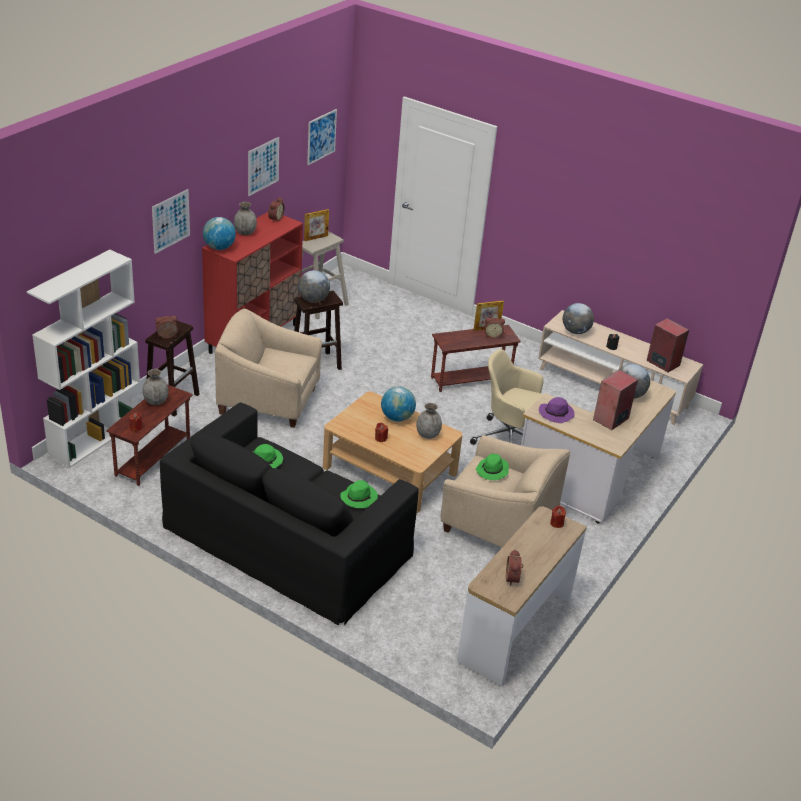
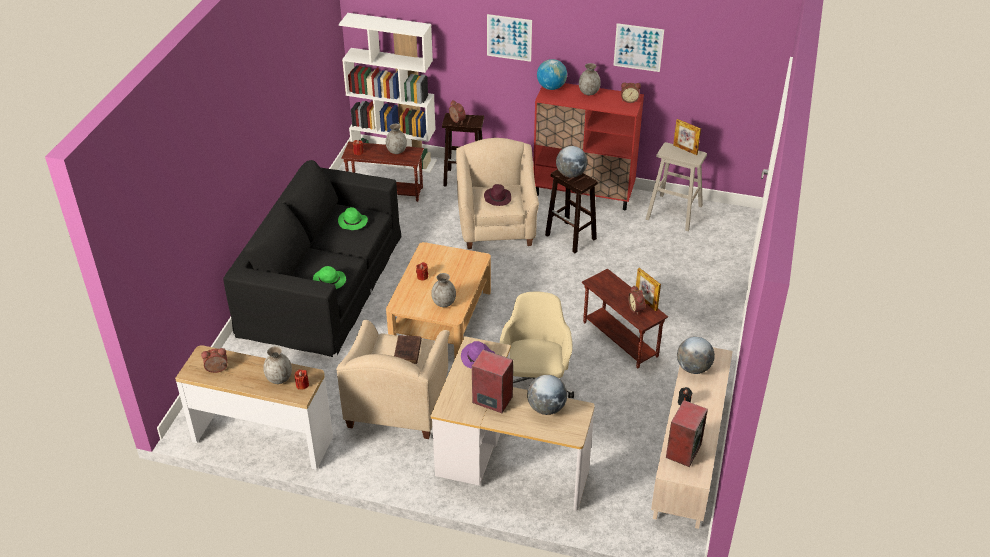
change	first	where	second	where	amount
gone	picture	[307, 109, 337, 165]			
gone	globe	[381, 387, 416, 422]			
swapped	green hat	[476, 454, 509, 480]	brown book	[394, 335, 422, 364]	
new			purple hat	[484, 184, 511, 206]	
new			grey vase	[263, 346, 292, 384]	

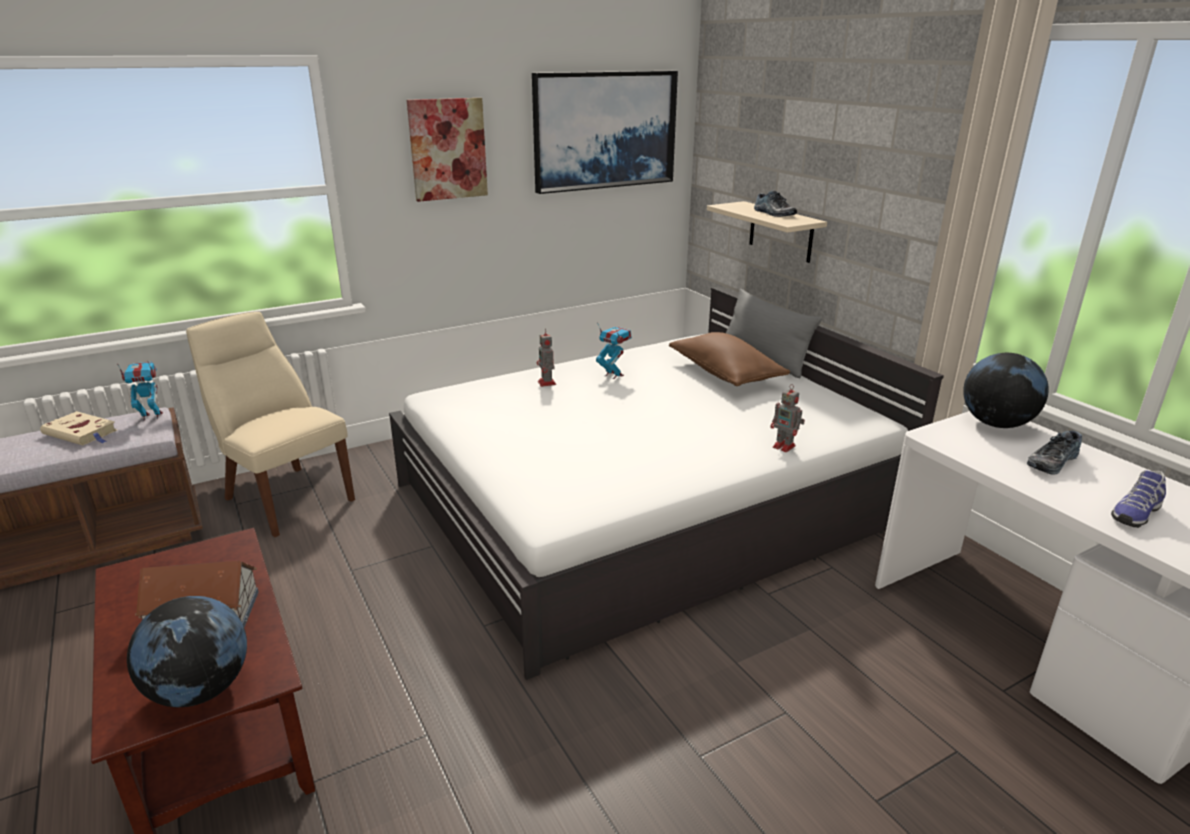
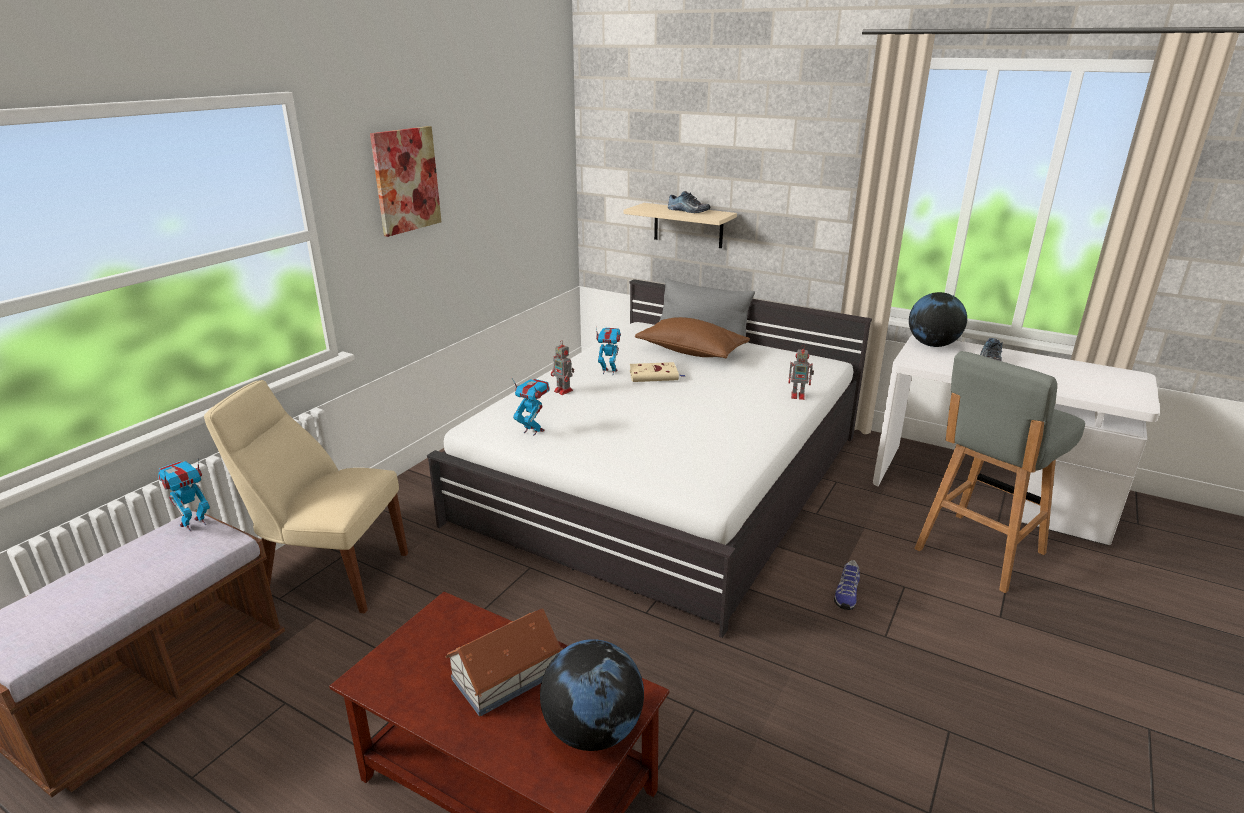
change	first	where	second	where	amount
gone	picture	[532, 71, 678, 194]			
shifted	beige book	[40, 411, 117, 446]		[630, 362, 686, 382]	
shifted	shoe	[1111, 470, 1166, 528]		[834, 560, 860, 610]	
new			grey stool	[914, 351, 1085, 593]	
new			toy robot	[513, 379, 550, 436]	

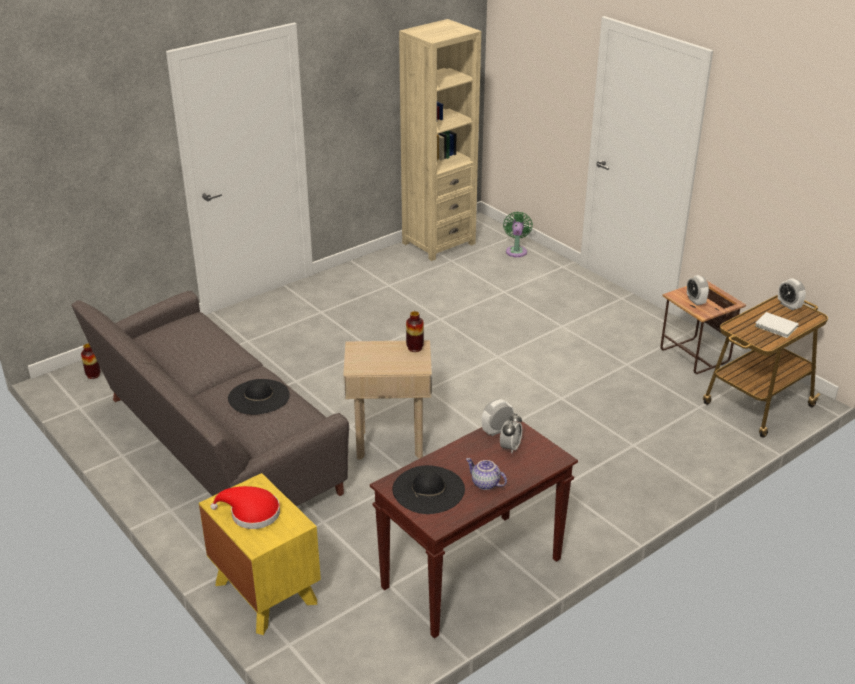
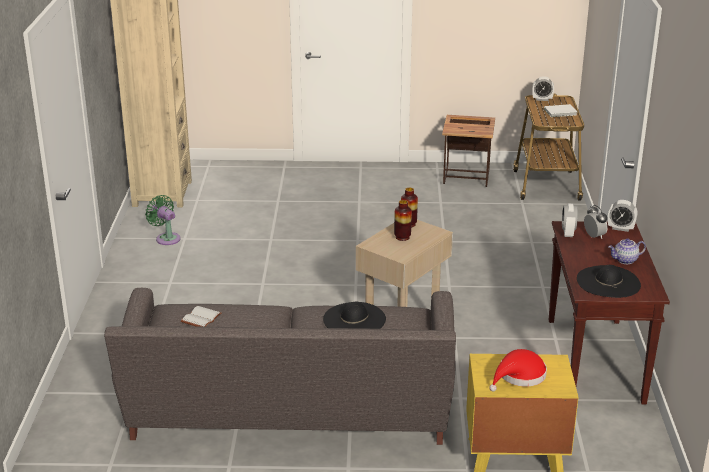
change	first	where	second	where	amount
shifted	green fan	[503, 212, 533, 257]		[145, 195, 181, 245]	
shifted	alarm clock	[687, 275, 709, 306]		[608, 200, 637, 232]	
shifted	vase	[81, 344, 101, 379]		[394, 200, 412, 241]	
new			white book	[181, 306, 222, 327]	

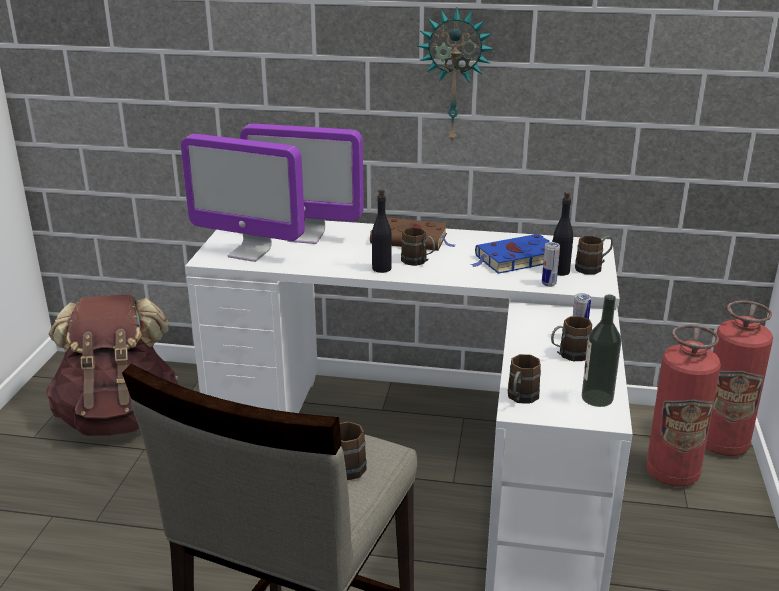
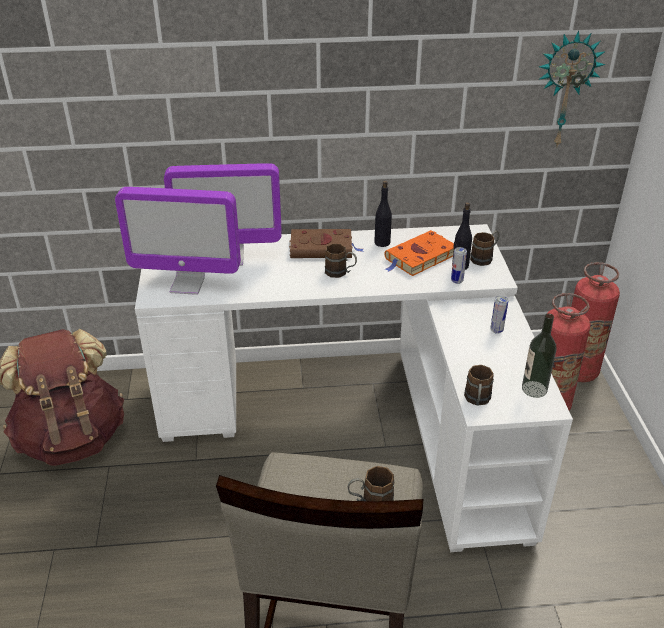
change	first	where	second	where	amount
shifted	wall clock	[418, 8, 494, 145]		[539, 31, 606, 148]	
shifted	black bottle	[372, 189, 392, 273]		[374, 181, 392, 247]	
repainted	blue book	[470, 234, 549, 274]	orange book	[385, 230, 454, 276]	
gone	brown mug	[551, 316, 592, 361]			

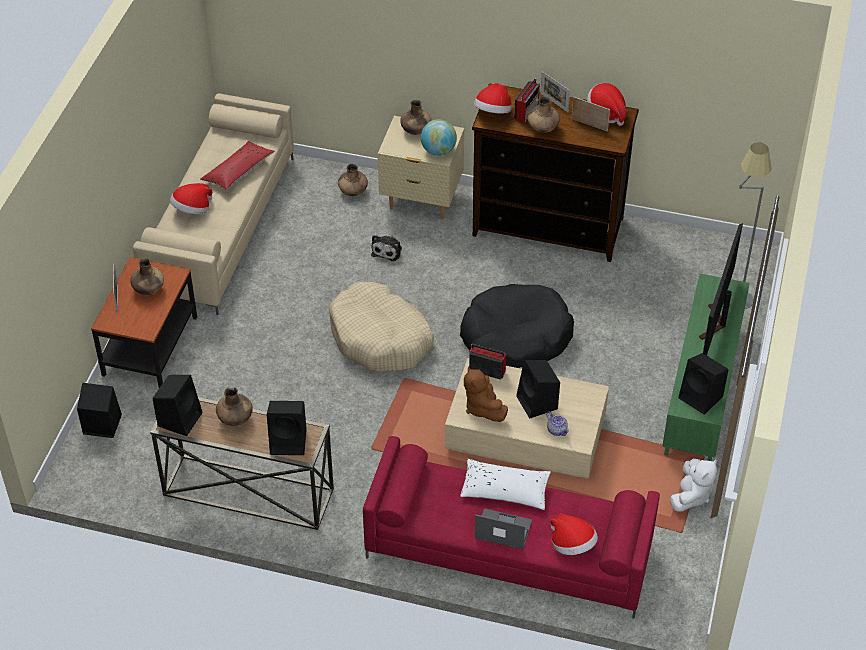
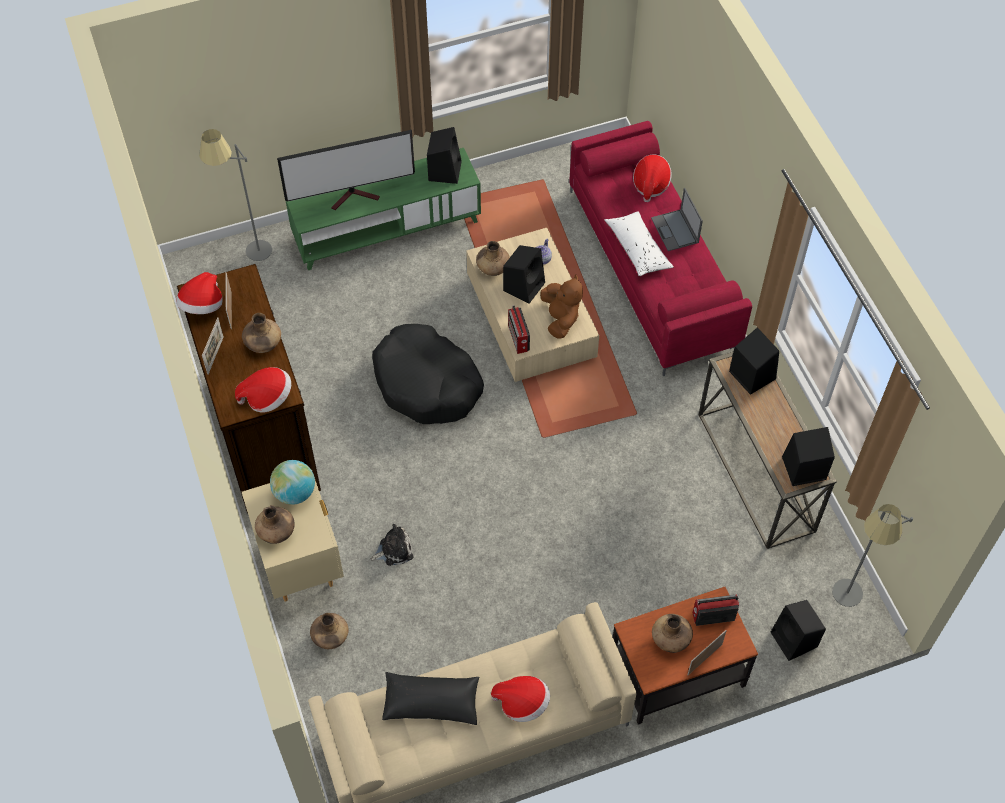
change	first	where	second	where	amount
shifted	radio	[514, 79, 540, 123]		[693, 594, 739, 626]	
repainted	red pillow	[201, 141, 275, 190]	black pillow	[382, 672, 479, 725]	
gone	beige dog bed	[329, 282, 434, 372]			
rotated	brown plush toy	[464, 366, 508, 422]		[540, 275, 583, 339]	45 degrees counterclockwise
shifted	brown vase	[216, 387, 253, 426]		[476, 241, 510, 276]	
gone	white plush toy	[670, 459, 717, 512]			
new			grey floor lamp	[832, 504, 913, 607]	

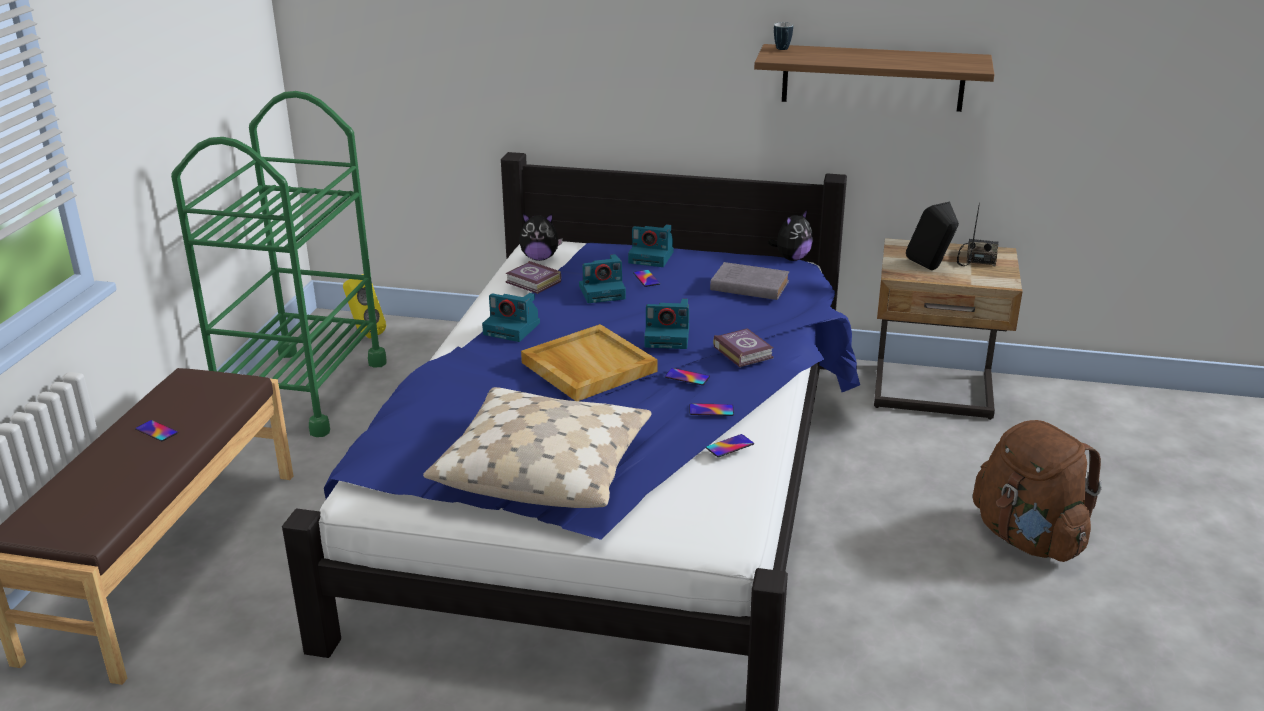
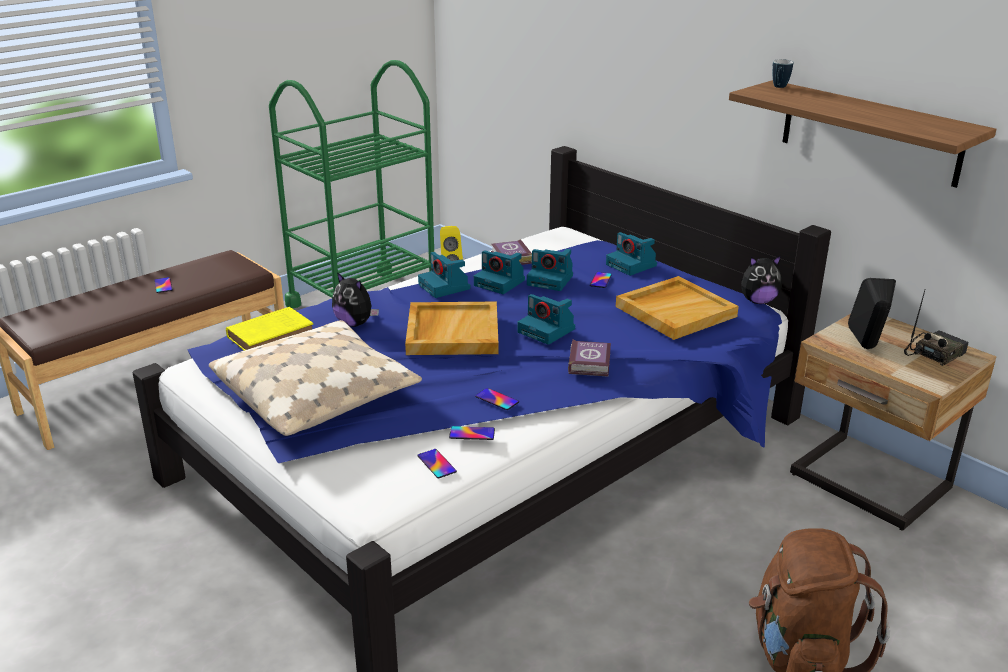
change	first	where	second	where	amount
shifted	plush toy	[519, 214, 563, 261]		[332, 272, 379, 327]	
swapped	grey book	[710, 262, 789, 300]	beige tray	[616, 276, 739, 340]	
shifted	phone	[665, 368, 710, 385]		[417, 449, 457, 478]	
new			photo camera	[474, 250, 525, 294]	
new			yellow book	[226, 307, 314, 350]	

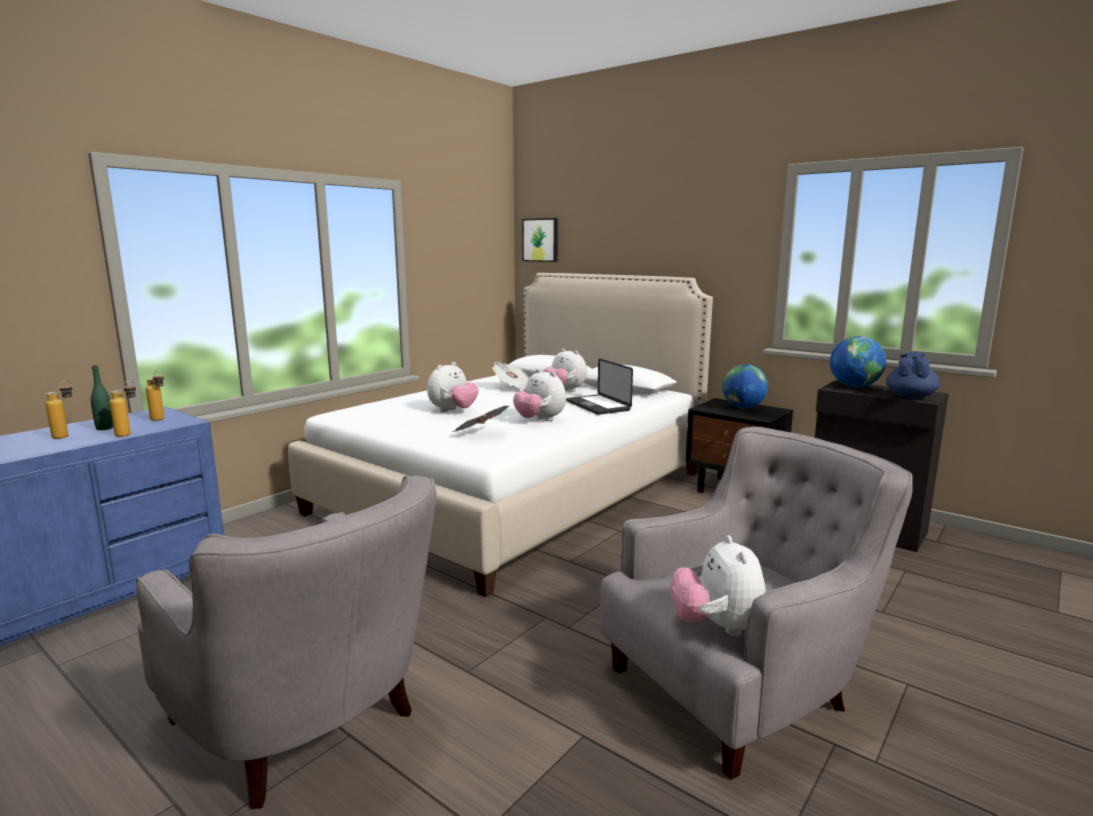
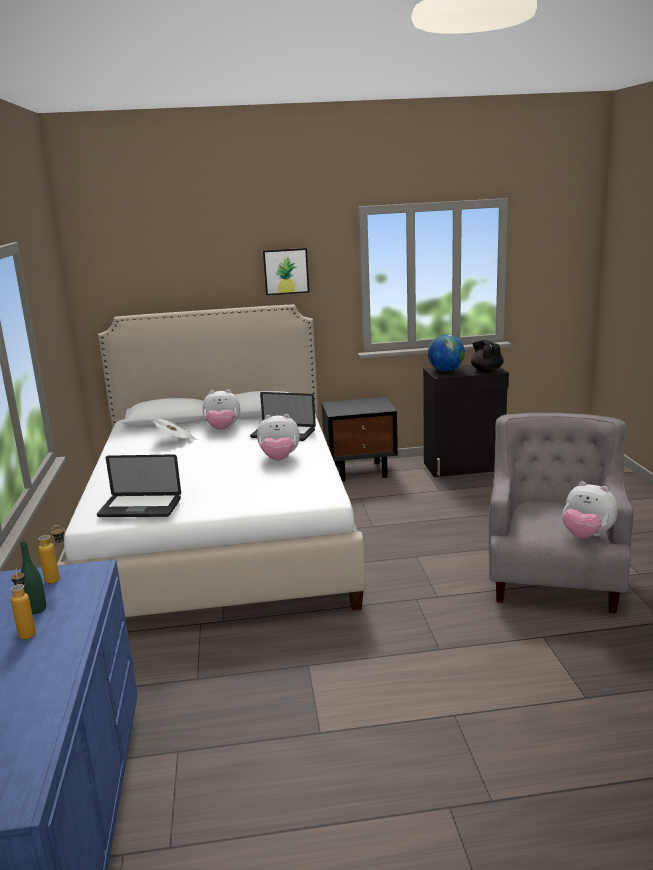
change	first	where	second	where	amount
shifted	picture	[522, 218, 558, 262]		[263, 248, 309, 295]	
repainted	blue teapot	[886, 352, 940, 399]	black teapot	[471, 340, 504, 372]	
gone	plush toy	[427, 362, 479, 412]			
gone	globe	[722, 364, 768, 409]			
gone	bottle	[110, 381, 136, 437]			
gone	newspaper	[453, 405, 509, 432]			
gone	grey armchair	[136, 475, 437, 809]			
new			laptop	[97, 454, 181, 517]	

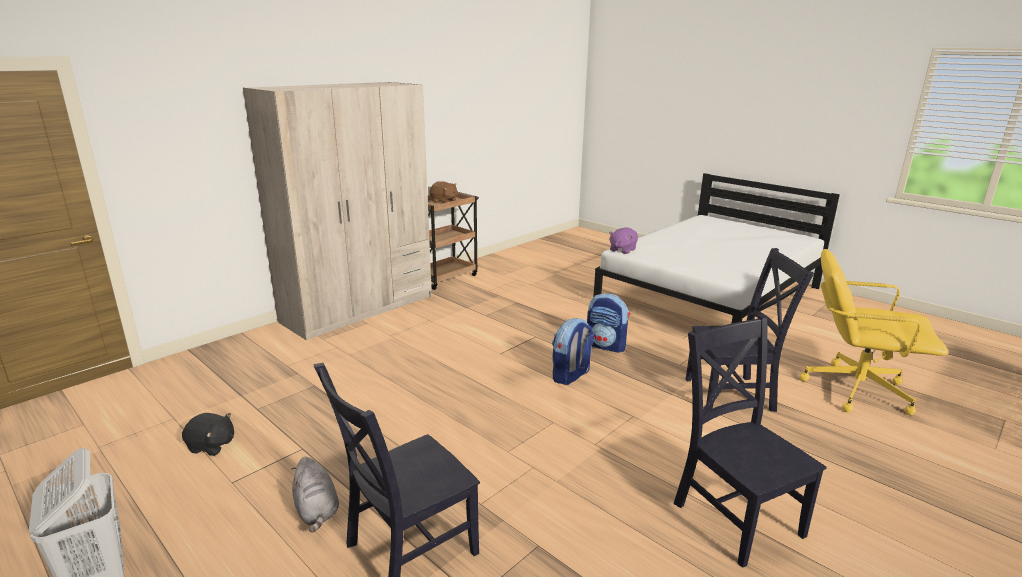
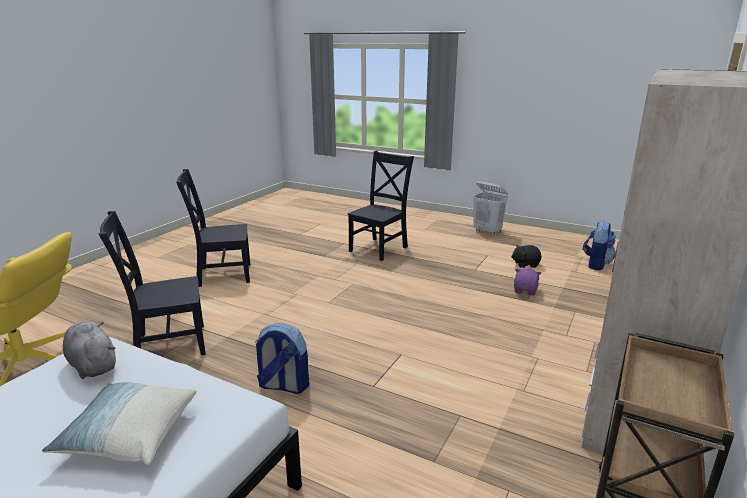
change	first	where	second	where	amount
gone	brown plush toy	[429, 181, 458, 203]			
shifted	purple plush toy	[609, 227, 638, 254]		[514, 268, 541, 295]	
rotated	black chair	[674, 315, 827, 568]		[176, 169, 250, 287]	120 degrees clockwise
shifted	backpack	[552, 318, 594, 385]		[582, 221, 616, 270]	
shifted	grey plush toy	[291, 457, 339, 533]		[63, 321, 116, 379]	
new			pillow	[42, 382, 196, 465]	

